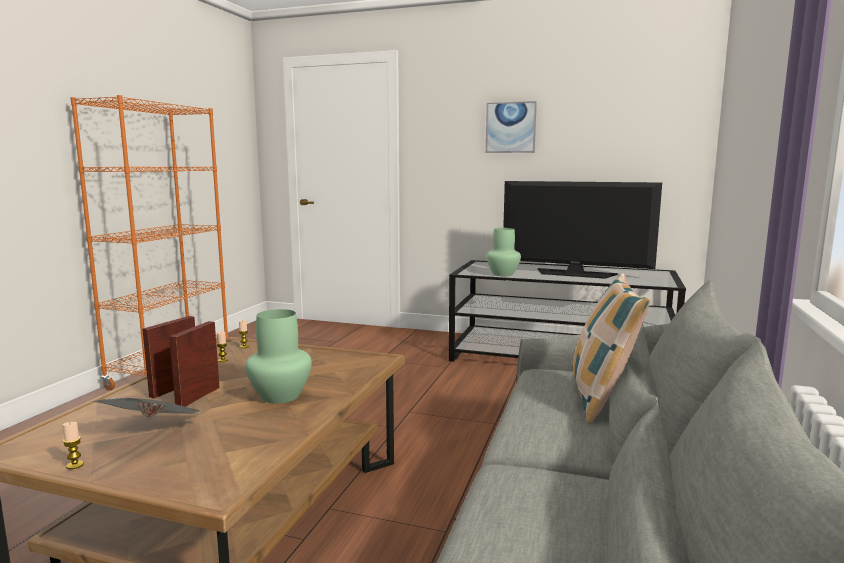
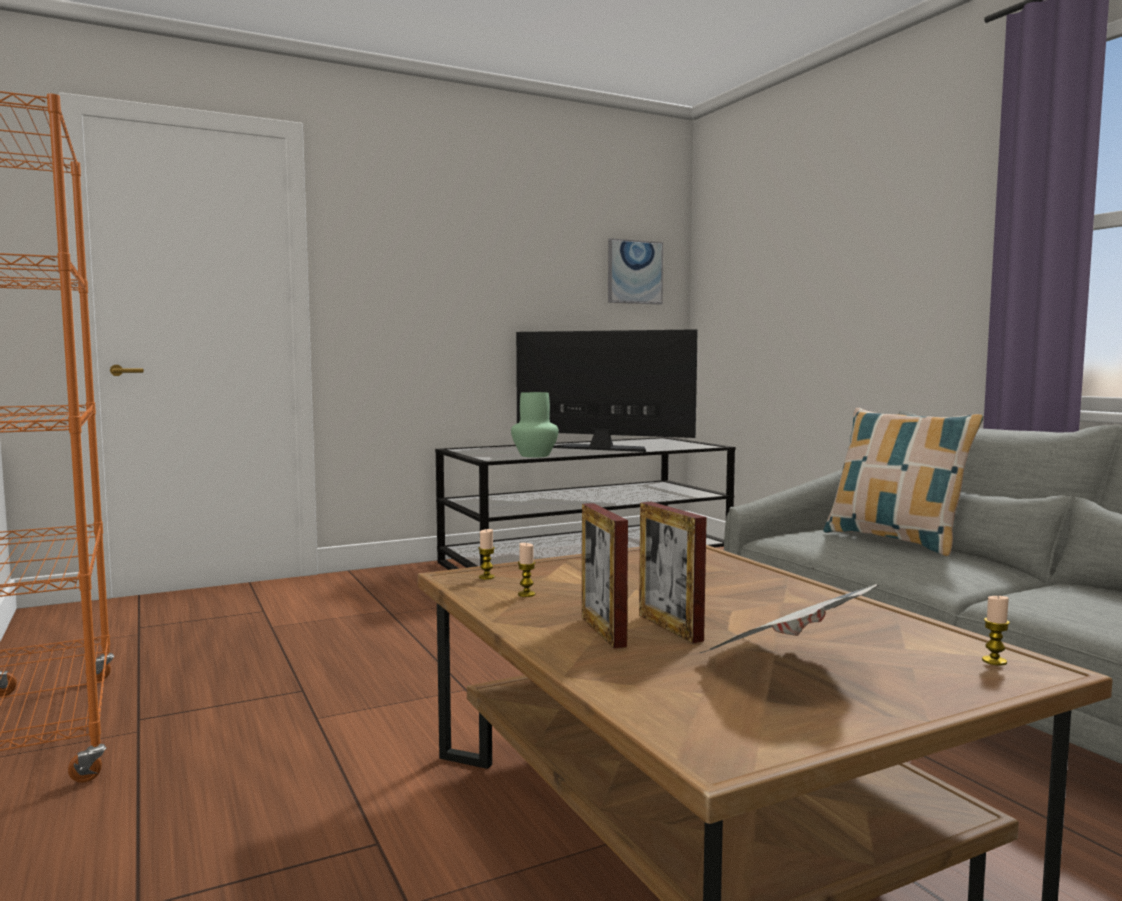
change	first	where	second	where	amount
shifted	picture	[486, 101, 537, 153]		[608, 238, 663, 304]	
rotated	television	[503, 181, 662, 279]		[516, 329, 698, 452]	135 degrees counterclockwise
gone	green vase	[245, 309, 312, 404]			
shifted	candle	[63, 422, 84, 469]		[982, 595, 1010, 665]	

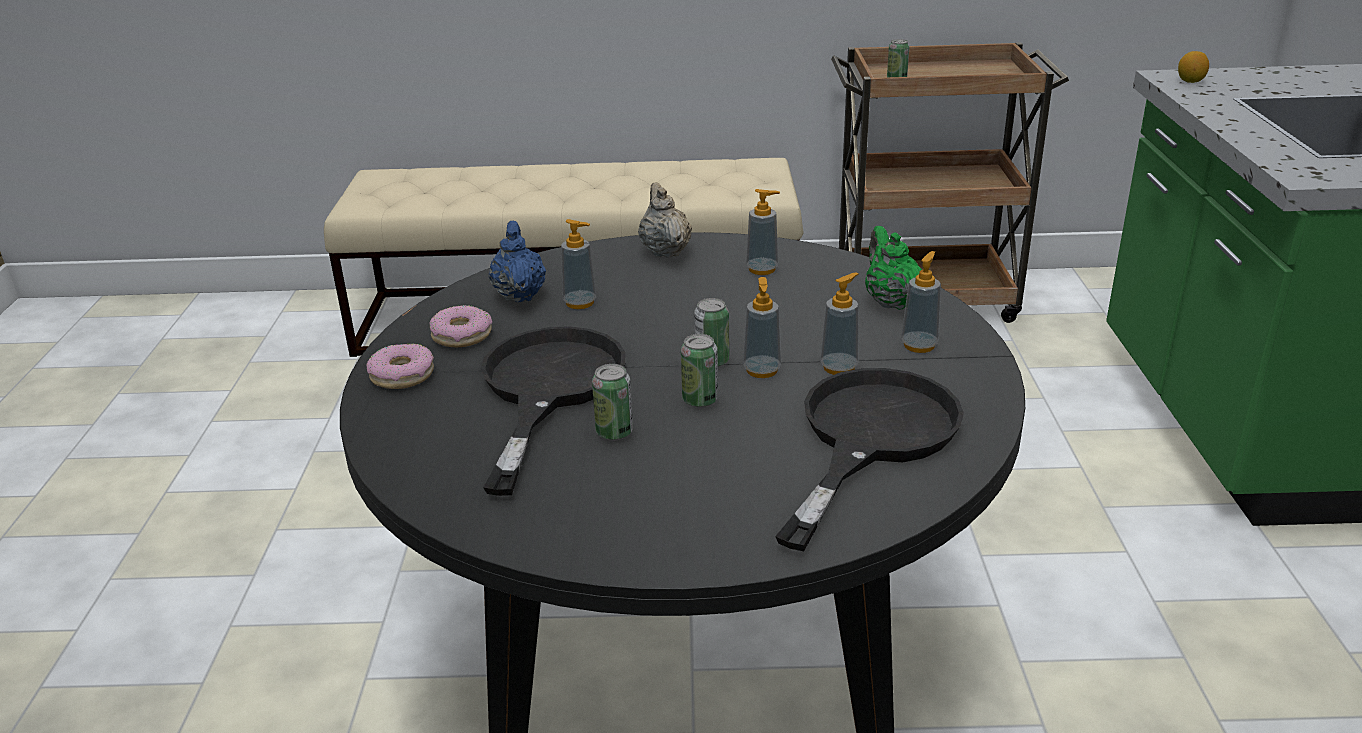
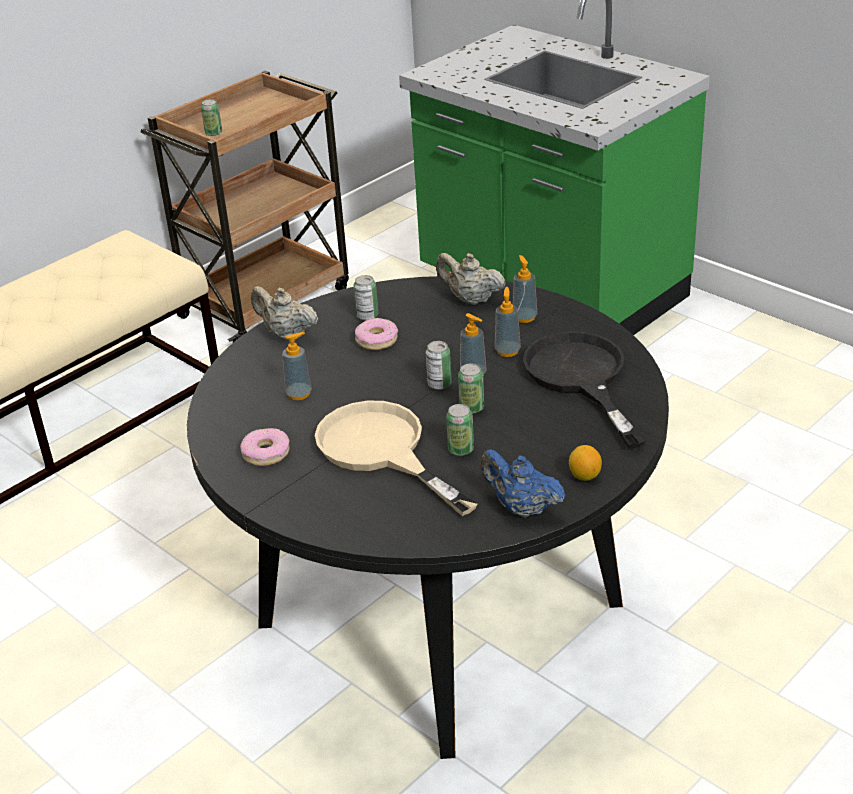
change	first	where	second	where	amount
shifted	lemon	[1178, 51, 1209, 83]		[569, 445, 602, 481]	
swapped	soap dispenser	[746, 189, 780, 275]	can	[353, 275, 378, 321]	
shifted	blue teapot	[489, 221, 546, 303]		[480, 449, 565, 517]	
repainted	green teapot	[865, 226, 922, 310]	beige teapot	[436, 253, 506, 305]	
repainted	black frying pan	[481, 326, 626, 496]	beige frying pan	[315, 401, 478, 516]	
shifted	donut	[366, 344, 434, 389]		[355, 318, 398, 350]	

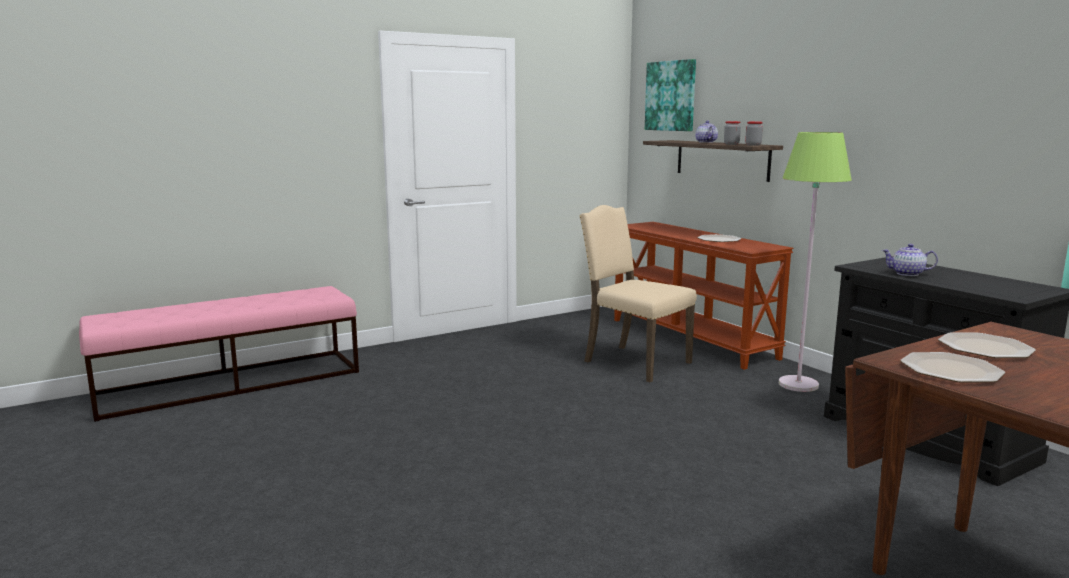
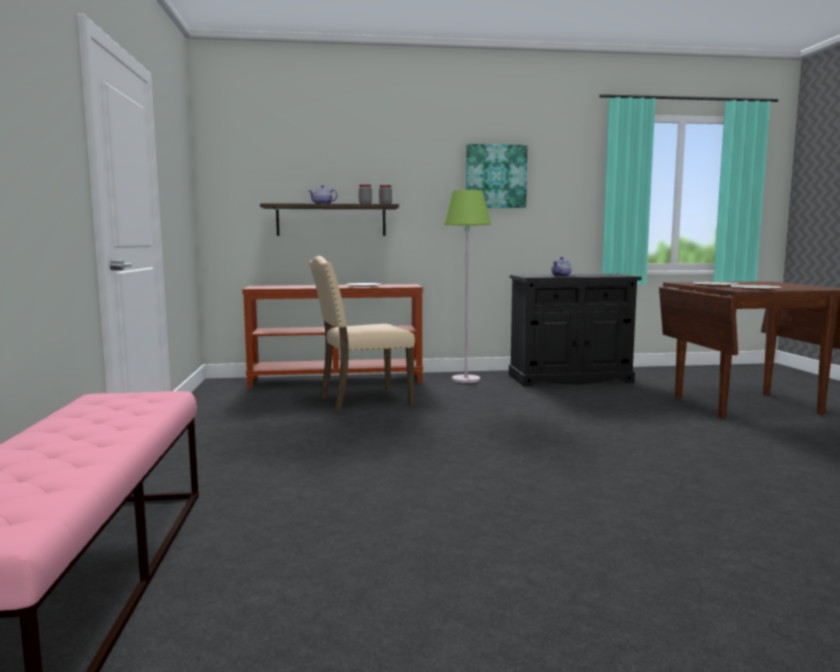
change	first	where	second	where	amount
shifted	picture	[645, 59, 696, 131]		[466, 144, 527, 208]	

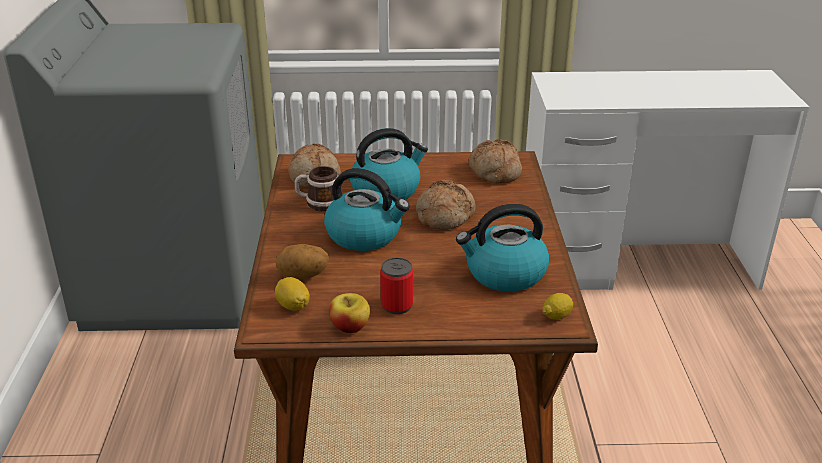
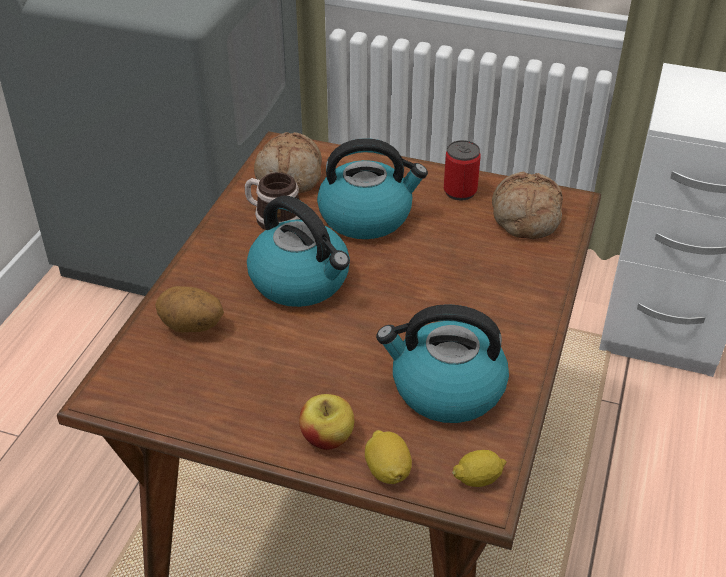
change	first	where	second	where	amount
gone	bread	[416, 180, 476, 230]			
shifted	can	[380, 258, 413, 314]		[444, 140, 481, 200]	
shifted	lemon	[275, 277, 310, 311]		[365, 430, 412, 484]	
shifted	apple	[329, 293, 370, 333]		[299, 394, 354, 450]	

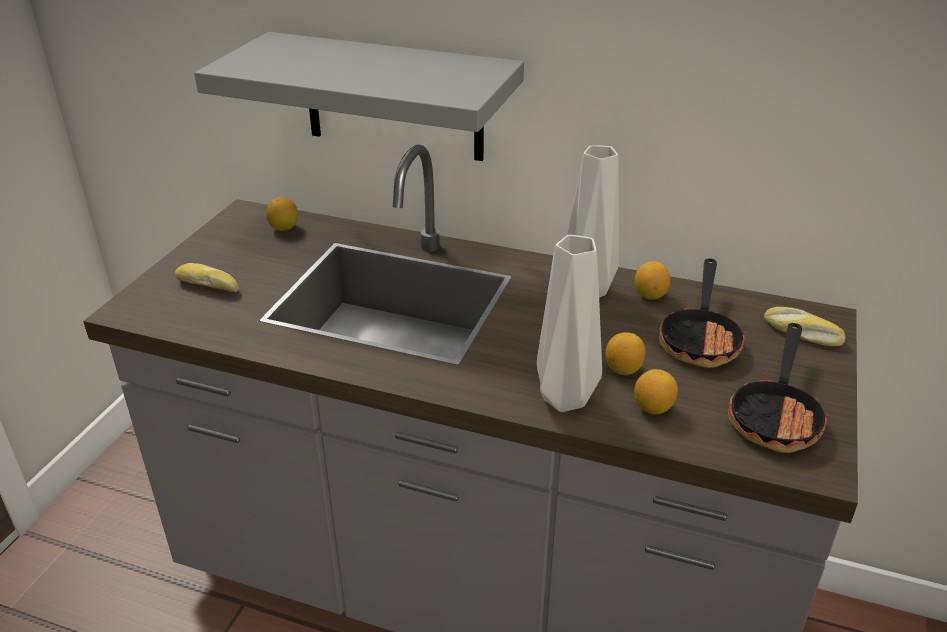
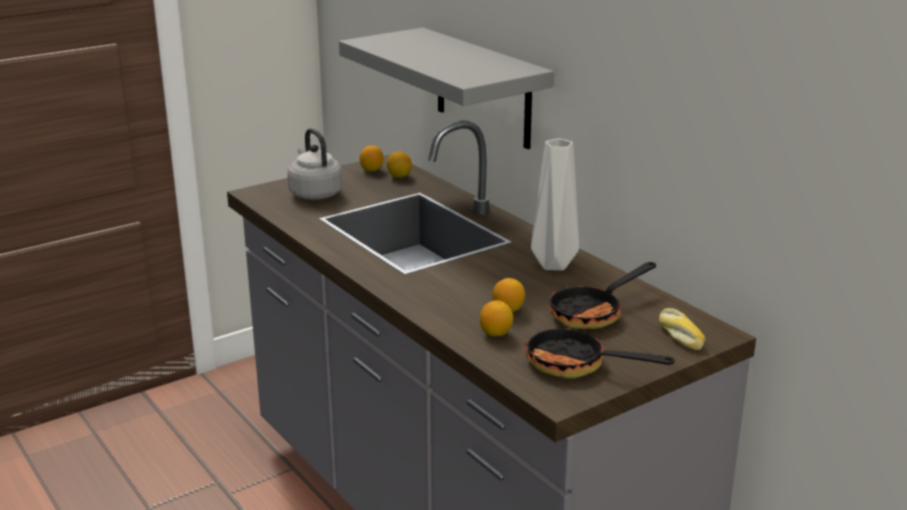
change	first	where	second	where	amount
gone	grey vase	[537, 235, 602, 412]			
shifted	lemon	[635, 261, 670, 299]		[360, 146, 384, 172]	
swapped	bread	[175, 263, 239, 292]	grey kettle	[287, 128, 343, 200]	
rotated	frying pan	[728, 323, 829, 453]		[524, 327, 675, 379]	60 degrees clockwise

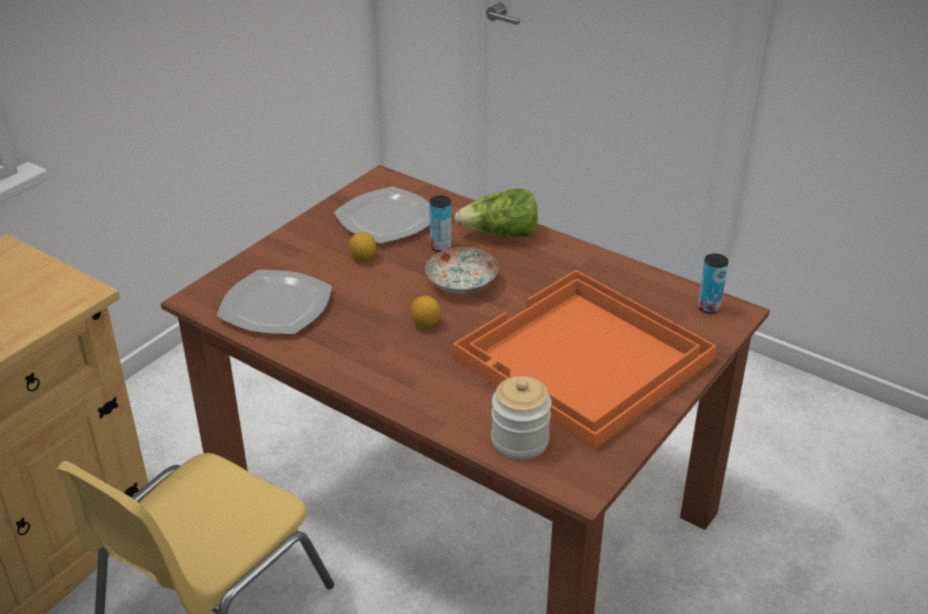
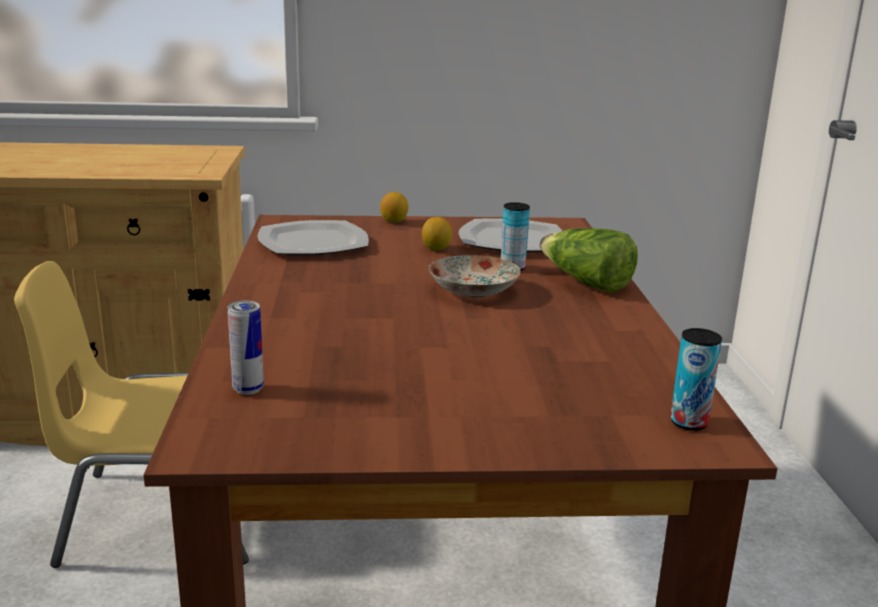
change	first	where	second	where	amount
gone	orange tray	[453, 270, 717, 450]			
shifted	lemon	[410, 296, 440, 328]		[380, 192, 408, 222]	
swapped	jar	[491, 376, 552, 460]	can	[227, 301, 264, 395]	

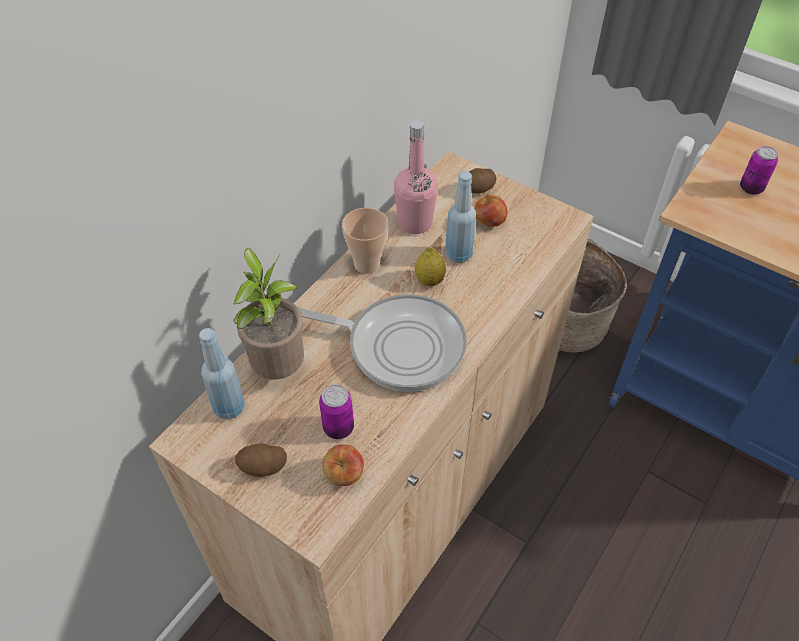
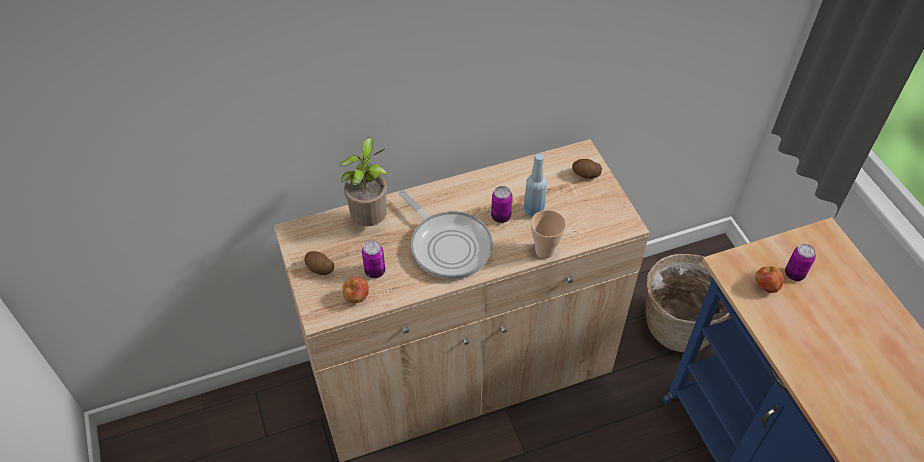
change	first	where	second	where	amount
gone	pink bottle	[394, 120, 438, 234]			
shifted	apple	[474, 194, 508, 227]		[755, 266, 784, 293]	
shifted	cup	[342, 208, 389, 274]		[531, 210, 566, 259]	
swapped	lemon	[415, 247, 446, 286]	can	[491, 186, 513, 223]	
gone	blue bottle	[199, 328, 245, 419]			

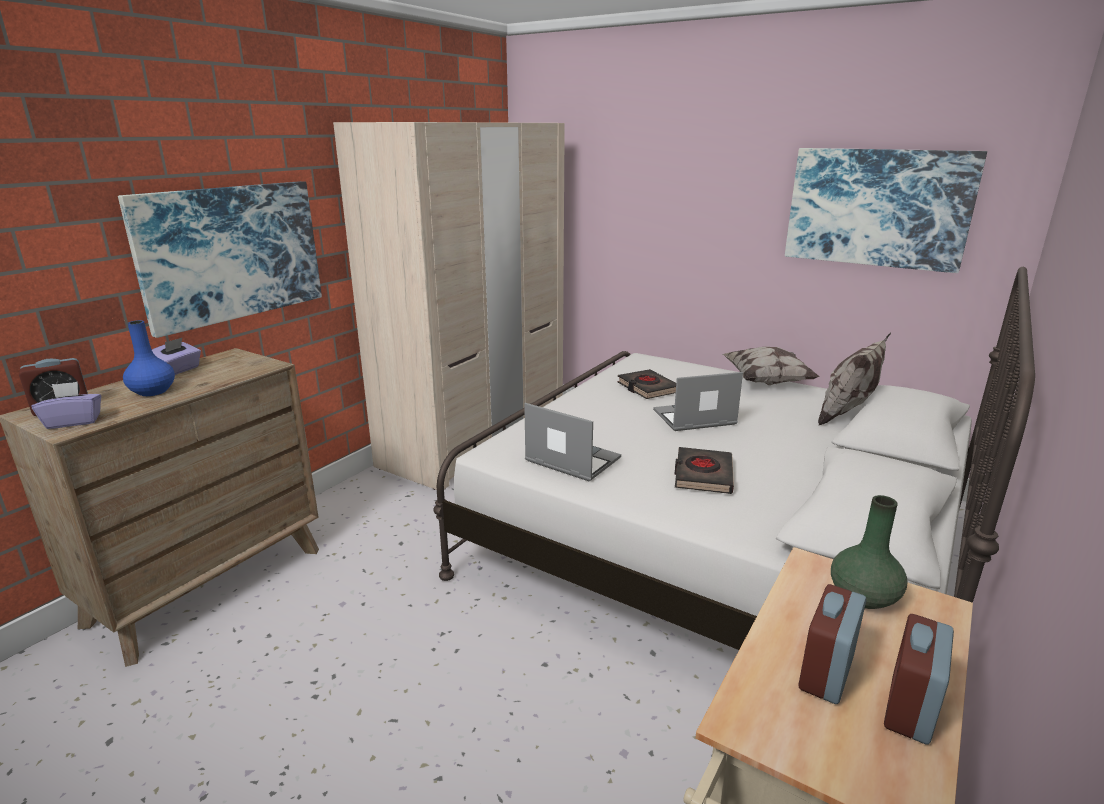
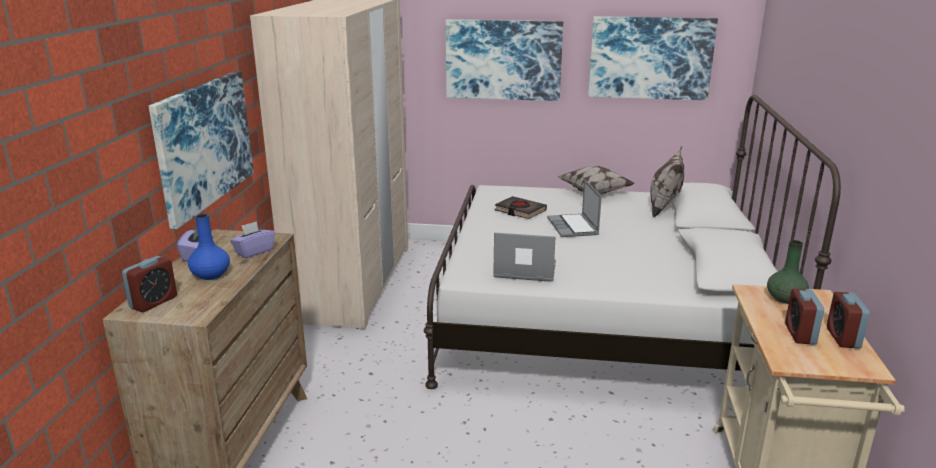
change	first	where	second	where	amount
rotated	laptop	[653, 372, 743, 431]		[547, 179, 602, 237]	60 degrees counterclockwise
shifted	purple tissue box	[31, 382, 101, 429]		[230, 221, 275, 258]	
gone	black book	[675, 447, 734, 494]			
new			picture	[446, 19, 563, 101]	

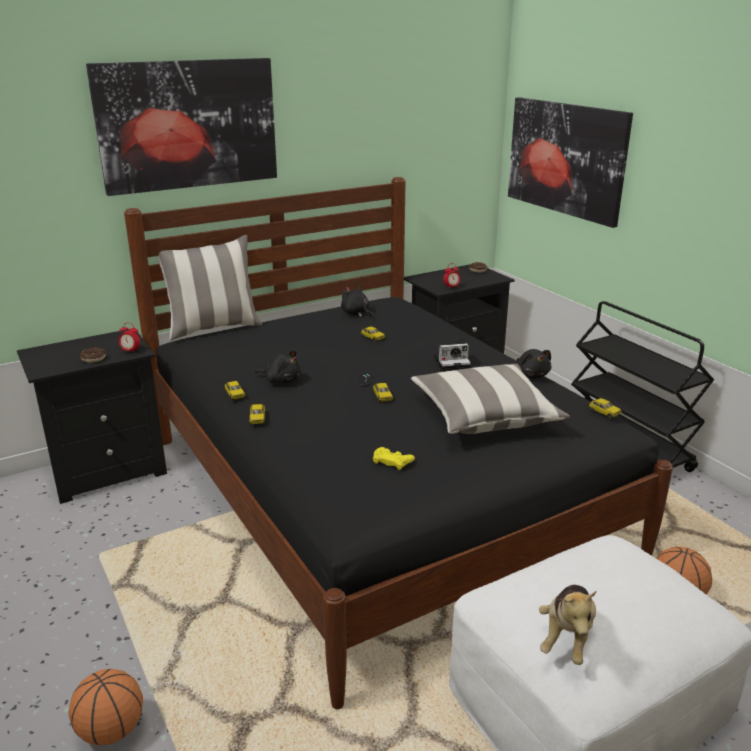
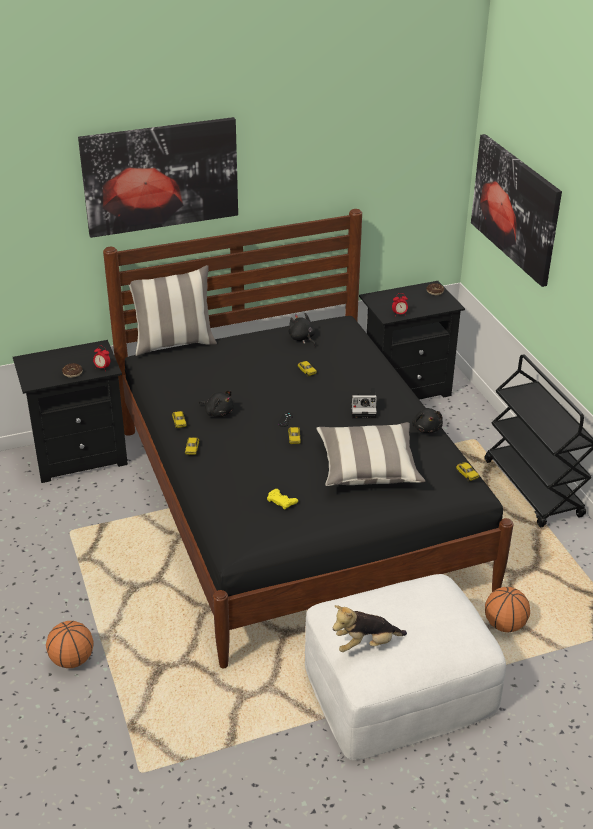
change	first	where	second	where	amount
rotated	plush toy	[539, 585, 596, 665]		[333, 605, 407, 652]	45 degrees clockwise

